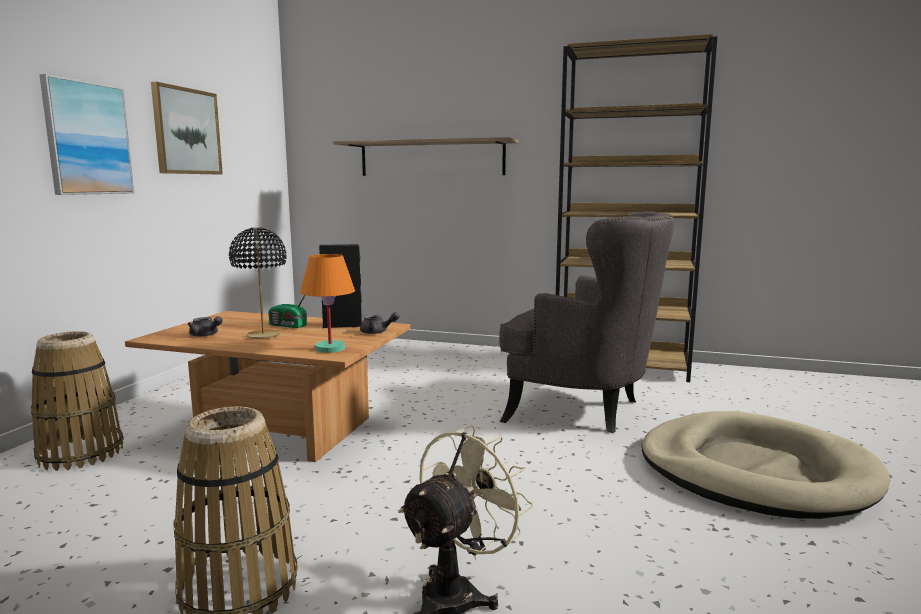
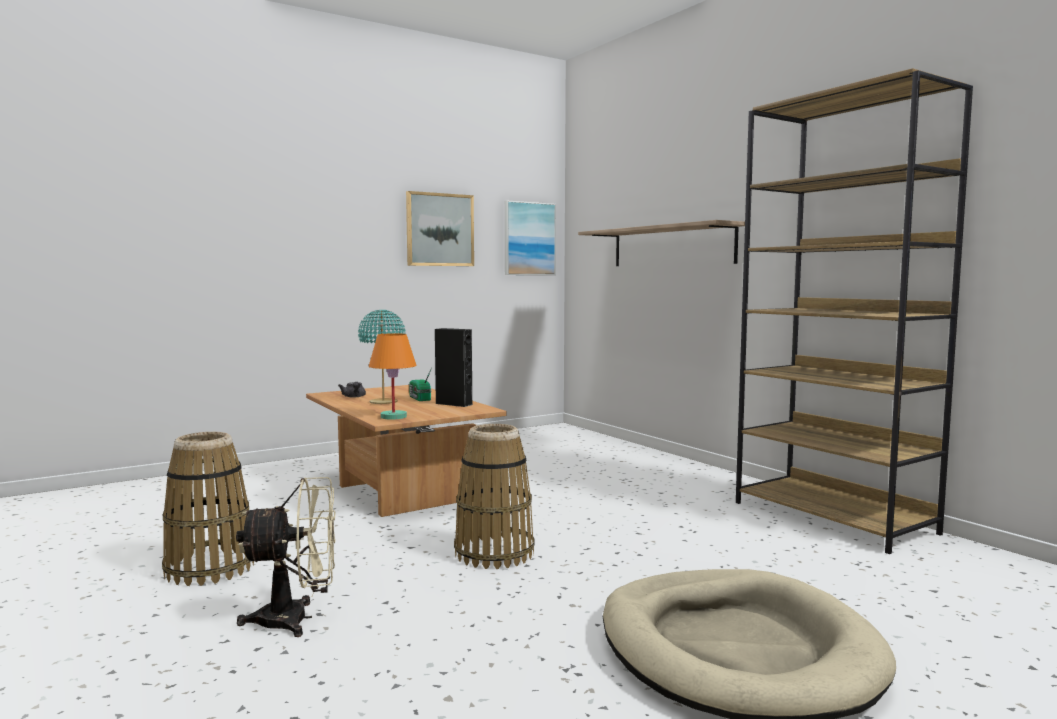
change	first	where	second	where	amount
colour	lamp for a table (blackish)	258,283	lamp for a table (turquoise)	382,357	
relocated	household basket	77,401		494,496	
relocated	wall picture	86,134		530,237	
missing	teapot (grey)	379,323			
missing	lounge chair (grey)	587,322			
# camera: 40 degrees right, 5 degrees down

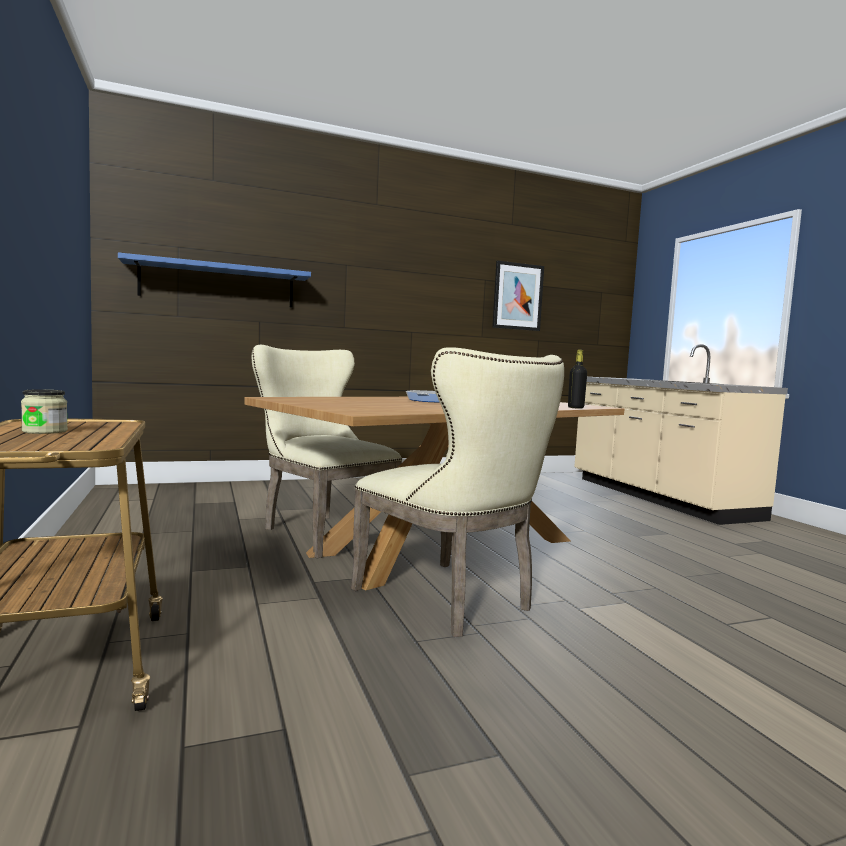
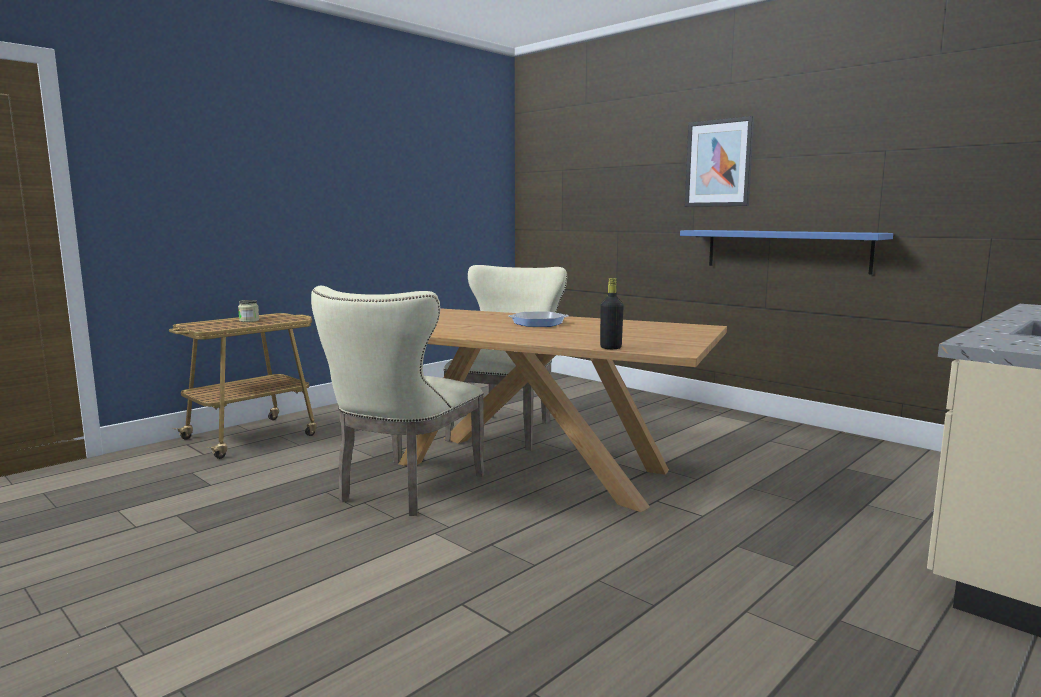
change	first	where	second	where	amount
relocated	wall shelf (blue)	214,280		786,252	
relocated	wall picture	518,296		719,161	
# camera: 65 degrees right, 5 degrees up

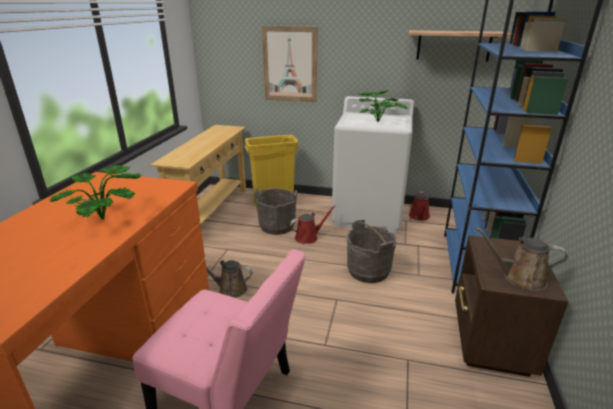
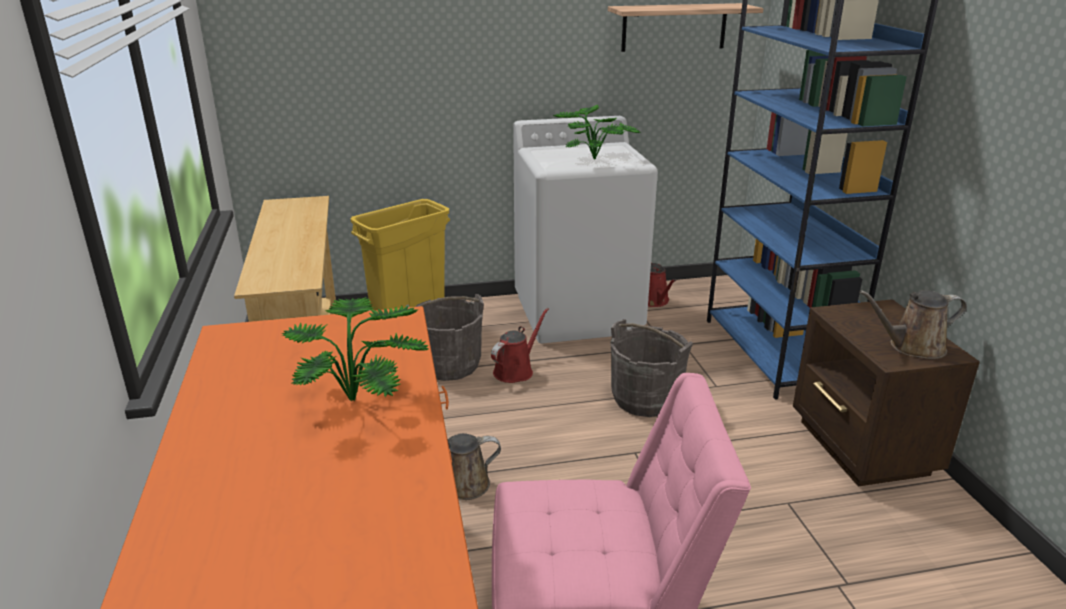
change	first	where	second	where	amount
missing	wall picture	290,64			
# camera: 25 degrees left, 0 degrees up

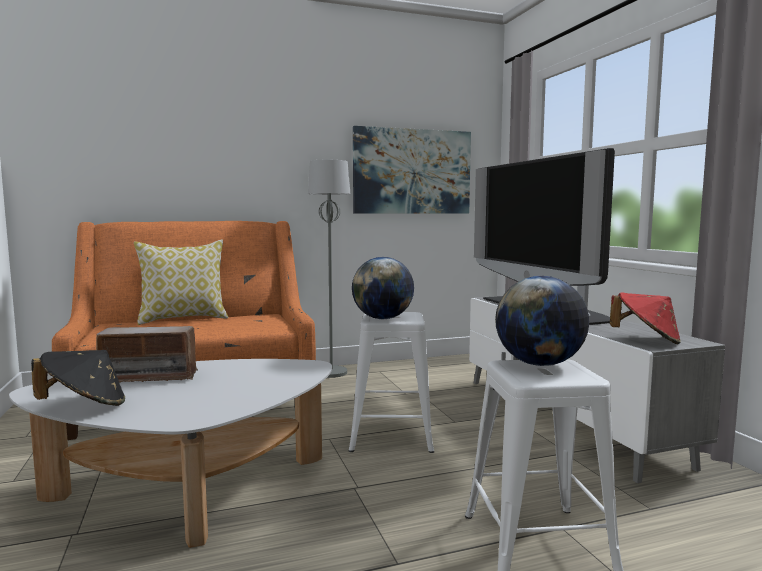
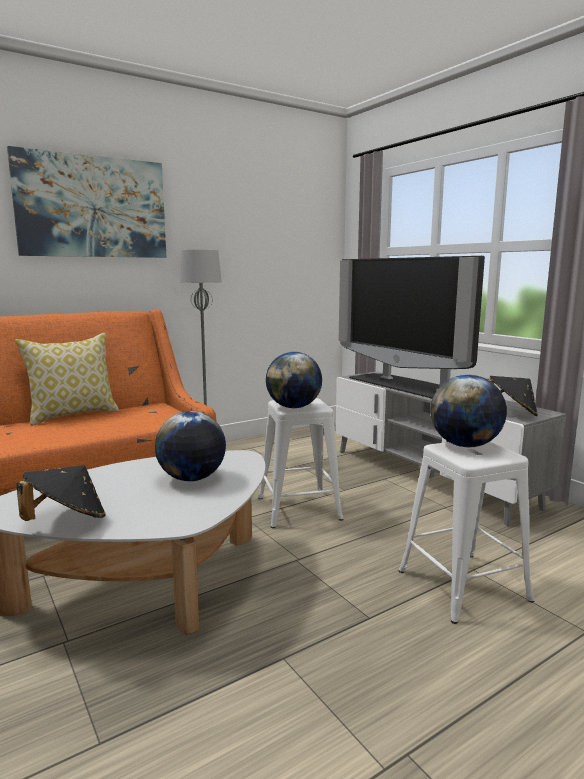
change	first	where	second	where	amount
relocated	wall picture	412,169		87,202	
appeared			desk globe	190,446	
colour	clothing hat (red-coloured)	645,318	clothing hat (blackish)	512,396	
missing	radio	147,354			
# camera: 15 degrees left, 5 degrees up

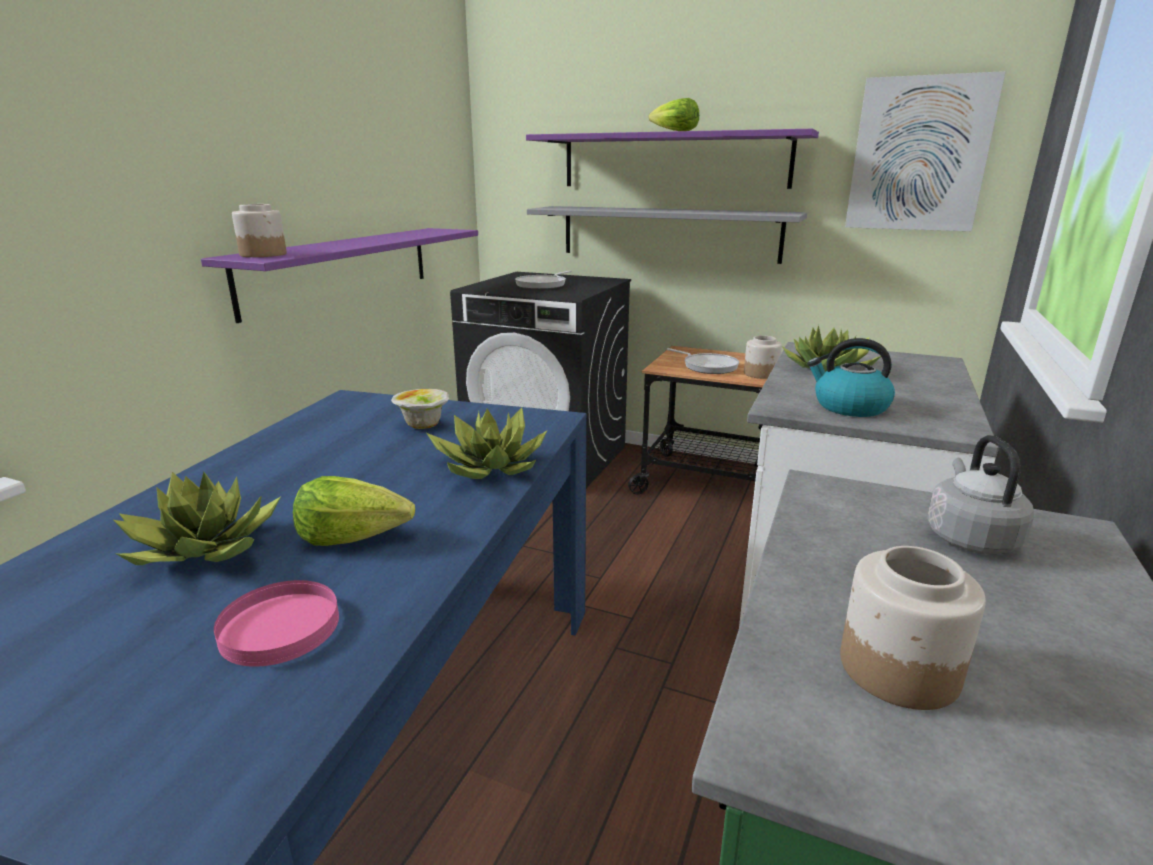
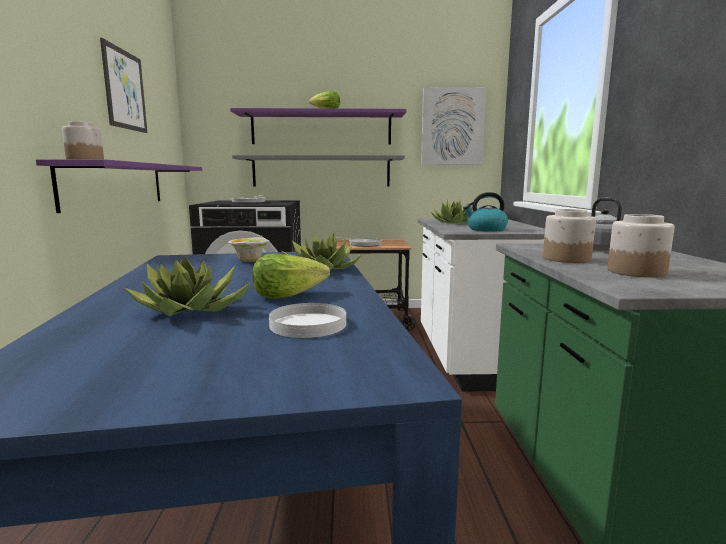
change	first	where	second	where	amount
appeared			wall picture	123,85	
colour	plate (pink-coloured)	276,623	plate (whitish)	307,320	
relocated	jar	763,357		569,236	
# camera: 25 degrees left, 10 degrees down

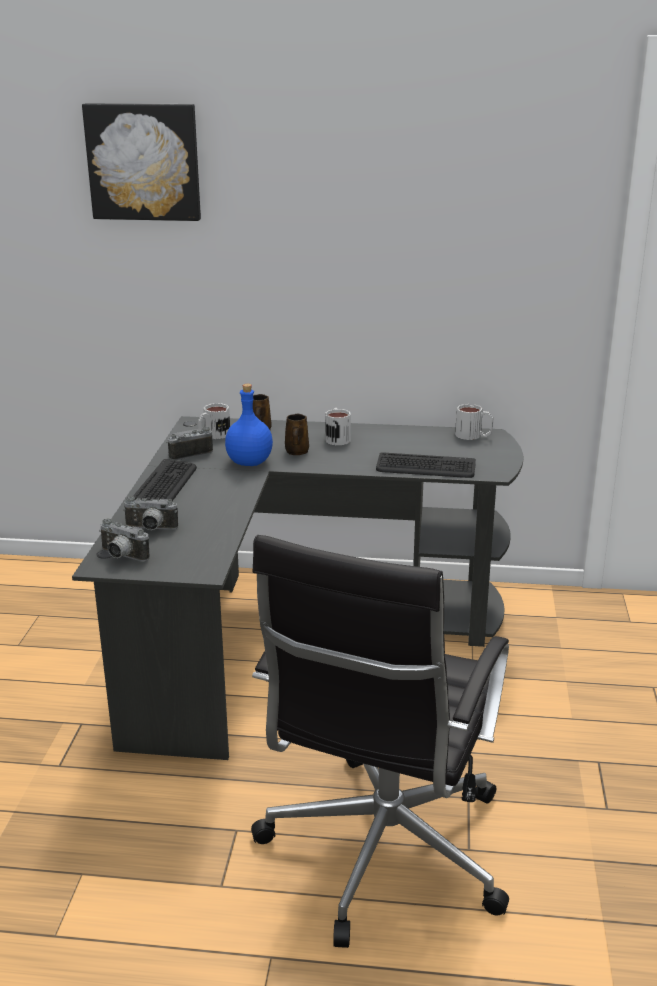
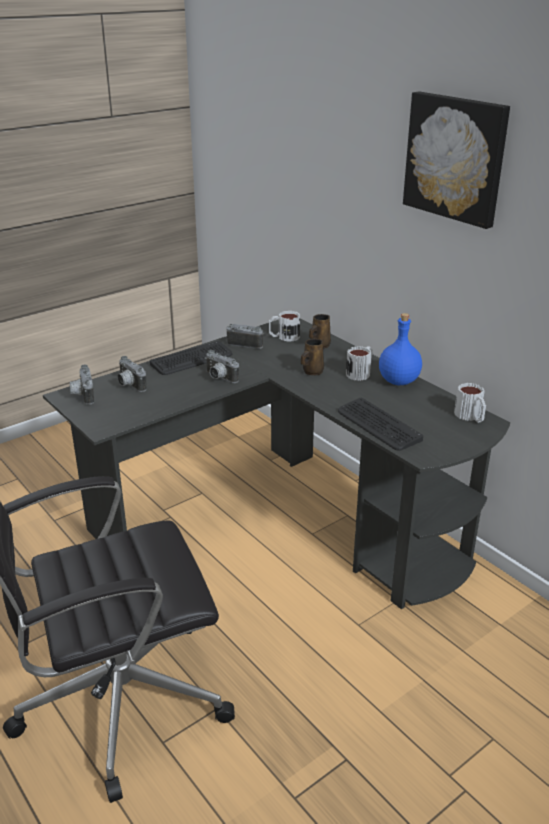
change	first	where	second	where	amount
appeared			photo camera	222,366	
relocated	drink bottle (blue)	249,425		400,349	
relocated	wall picture	141,162		456,160	
# camera: 45 degrees right, 5 degrees up

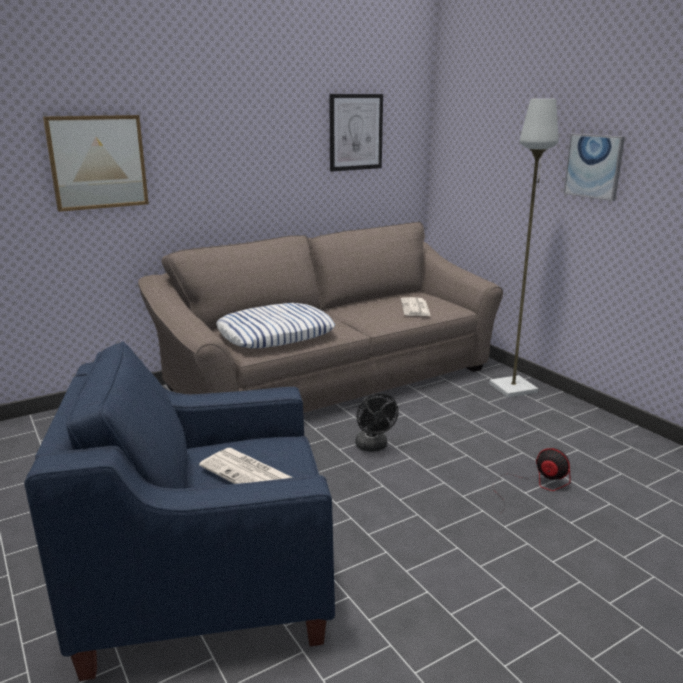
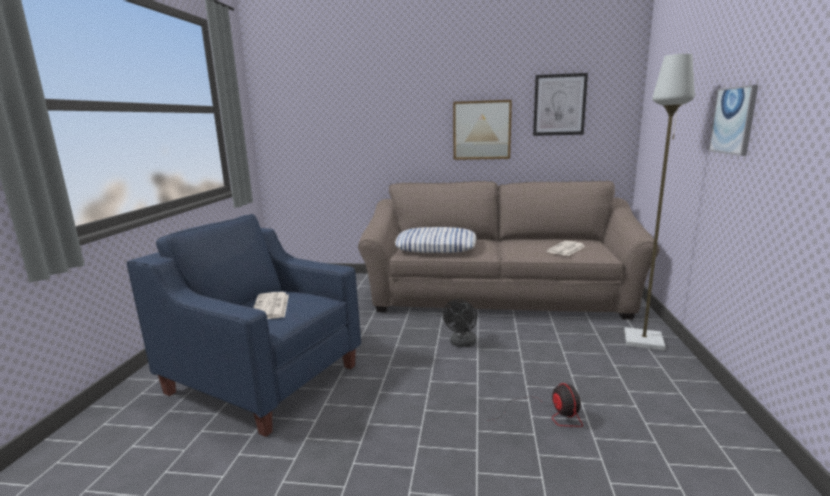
change	first	where	second	where	amount
relocated	wall picture	96,163		482,130	
# camera: 40 degrees right, 5 degrees down

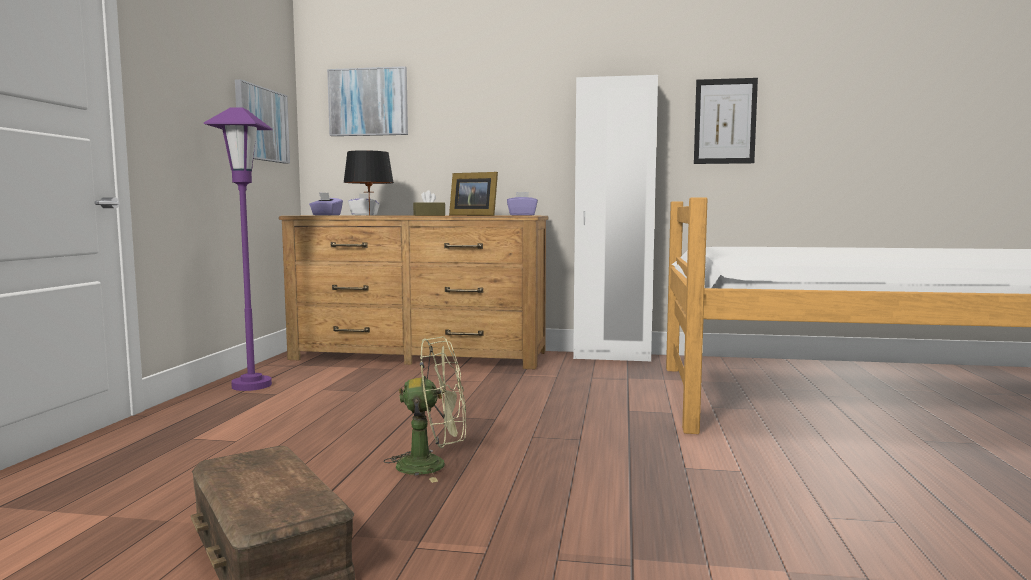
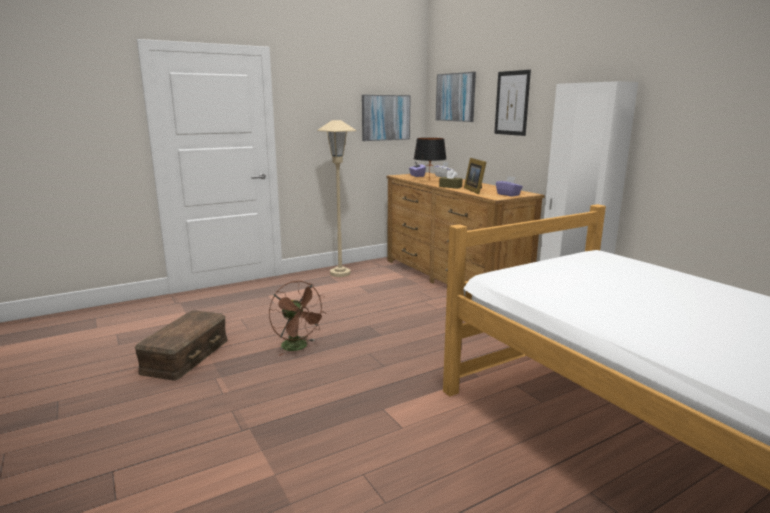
change	first	where	second	where	amount
colour	cooling fan (greenish)	425,410	cooling fan (brownish)	297,318	
colour	standard lamp (purplish)	238,249	standard lamp (beige-coloured)	336,198	
relocated	wall picture	726,121		512,103	
# camera: 50 degrees right, 10 degrees up

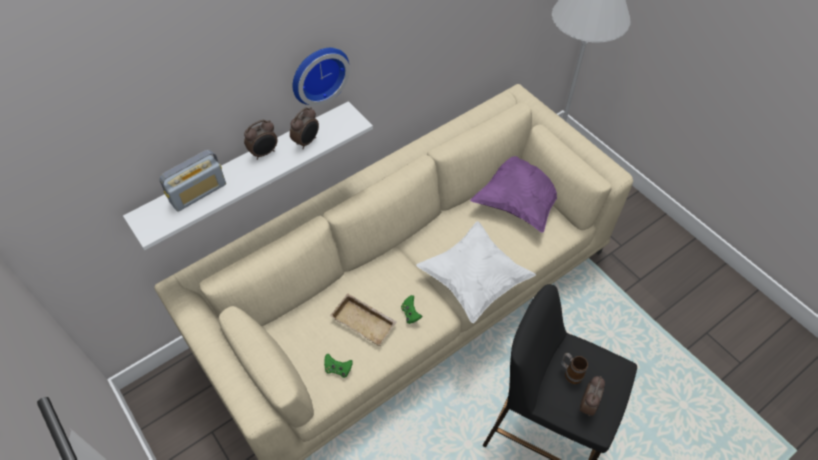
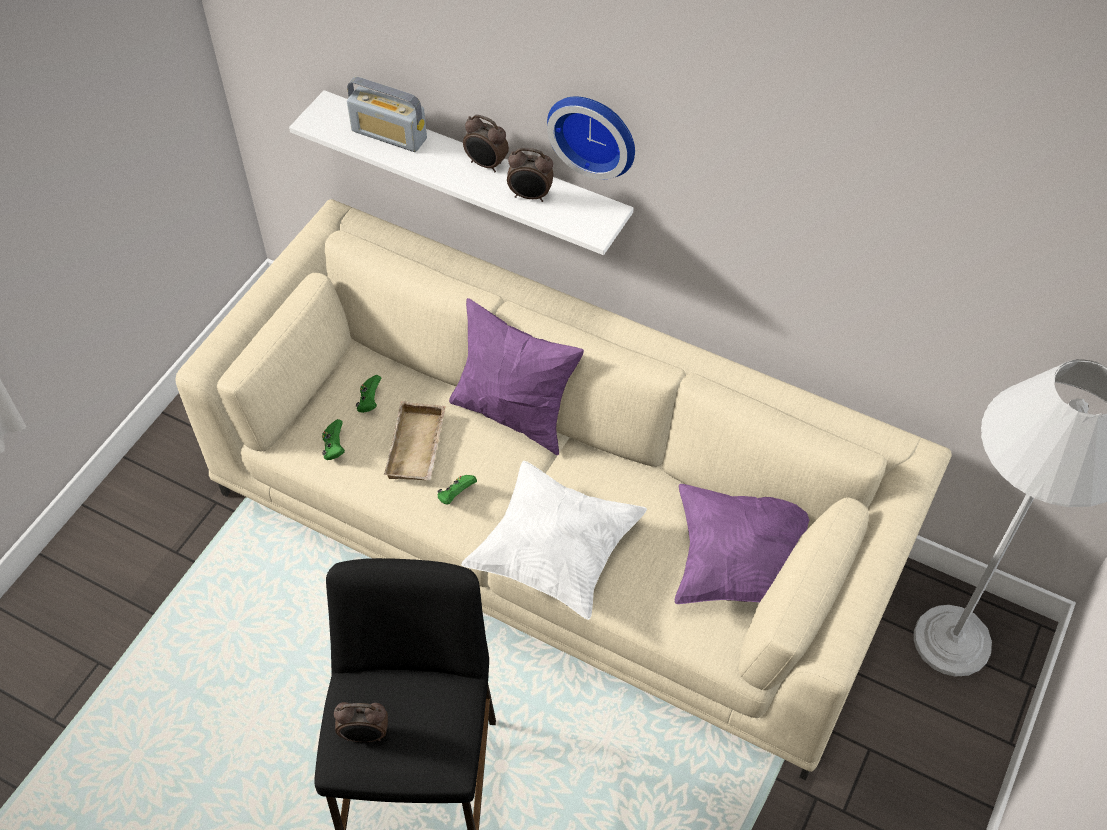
change	first	where	second	where	amount
appeared			game controller (greenish)	368,394	
appeared			throw pillow (purplish)	516,376	
missing	mug	574,368			
# camera: 65 degrees right, 0 degrees up

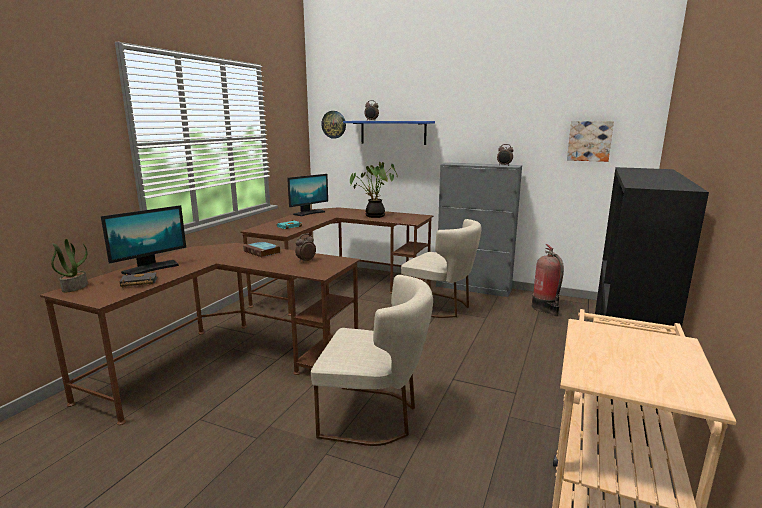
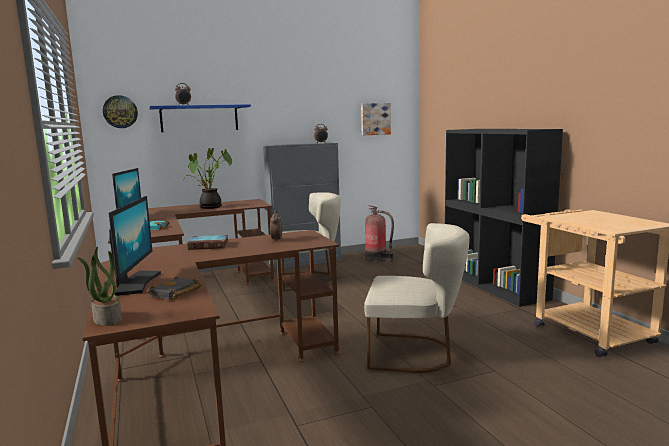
change	first	where	second	where	amount
spun	chair (beige-coloured)	372,360		417,298	45 degrees clockwise
# camera: 45 degrees left, 5 degrees down

